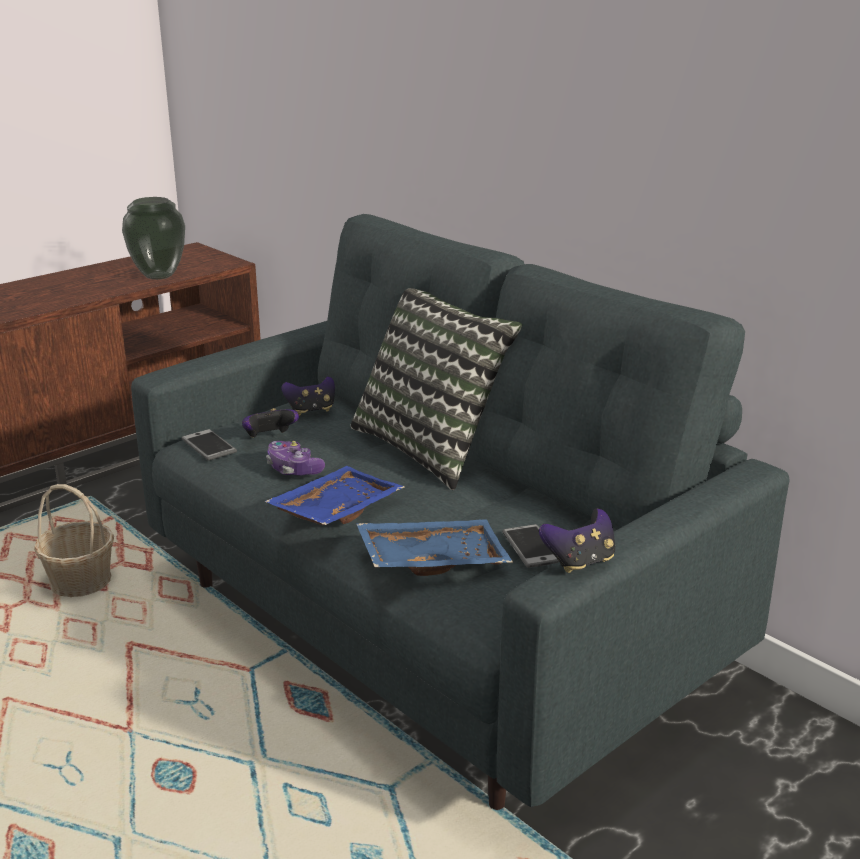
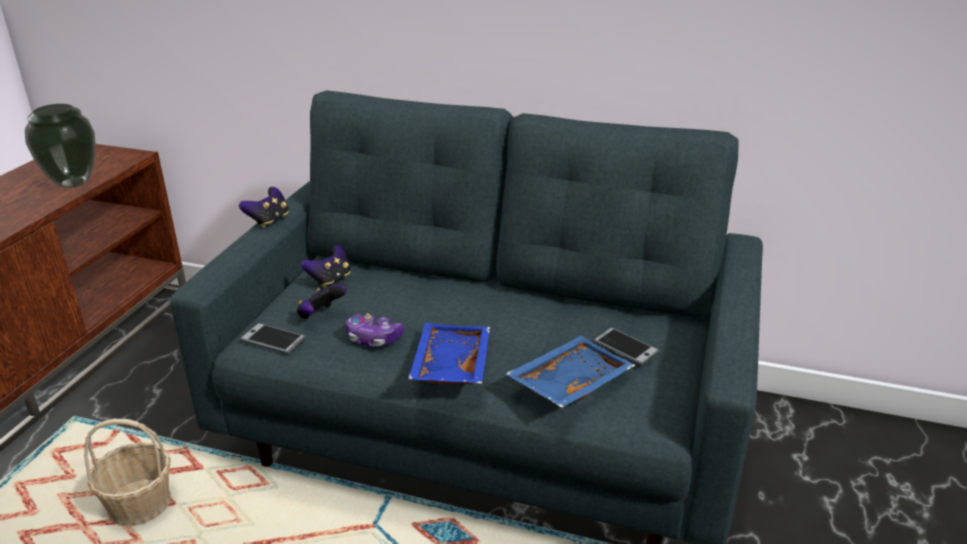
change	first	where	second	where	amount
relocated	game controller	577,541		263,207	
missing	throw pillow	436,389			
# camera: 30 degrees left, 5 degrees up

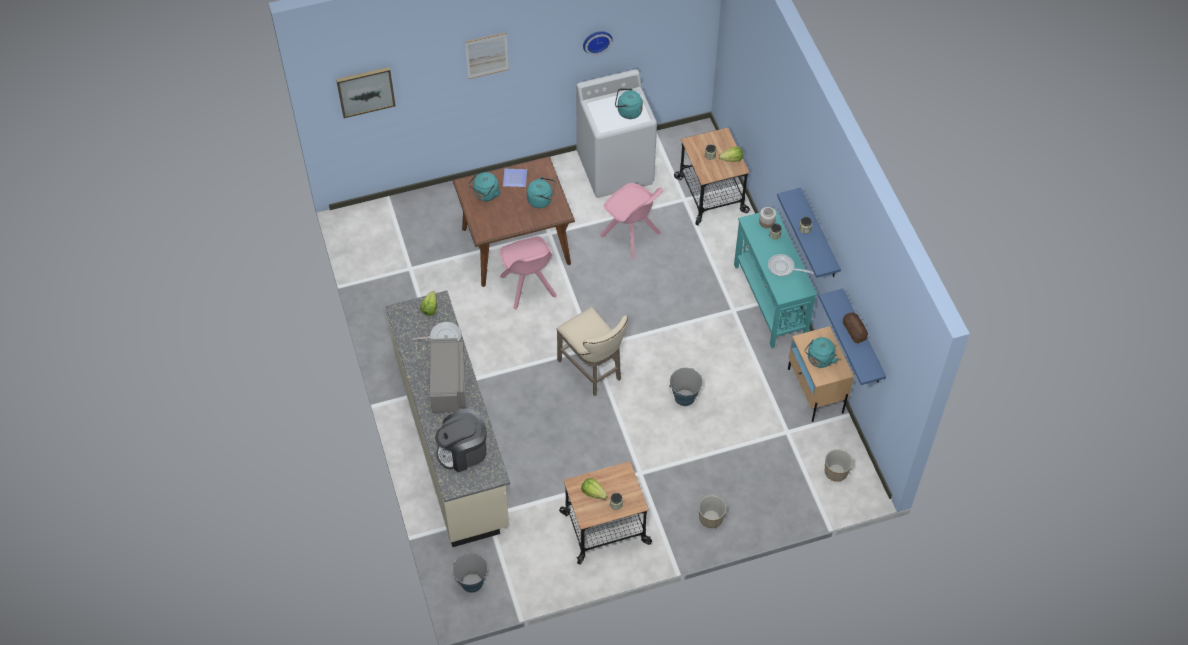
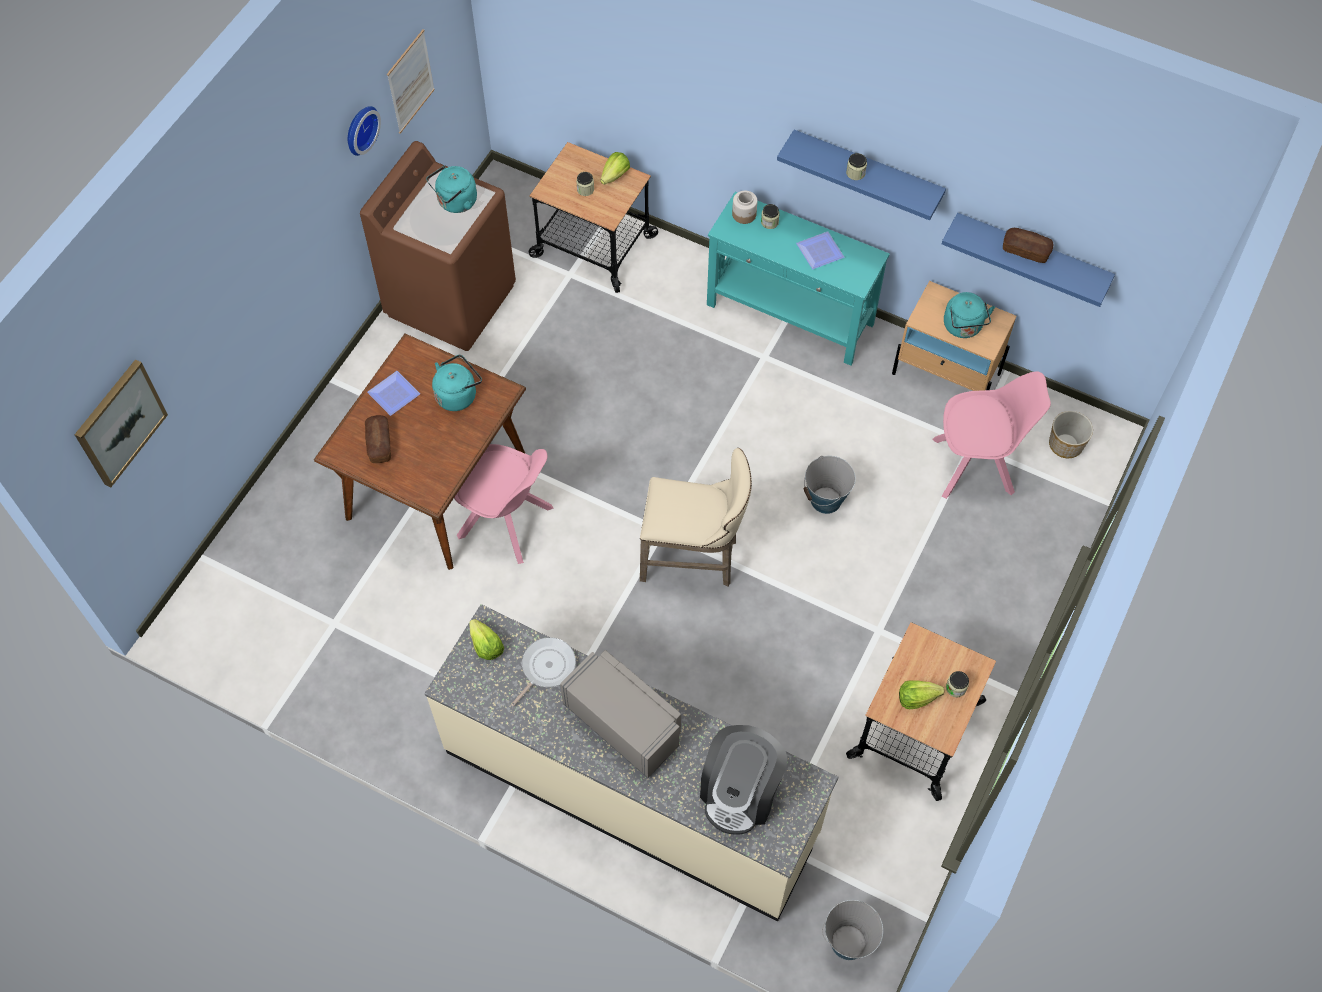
change	first	where	second	where	amount
colour	washing machine (whitish)	616,133	washing machine (brownish)	438,246	
exchanged	water kettle (turquoise)	484,186	baked bread	378,439	
relocated	wall picture	487,55		411,81	
exchanged	skillet	791,265	plate	820,250	
relocated	chair (pink-coloured)	631,221		991,435	
missing	flower pot	713,511			
# camera: 45 degrees left, 5 degrees up

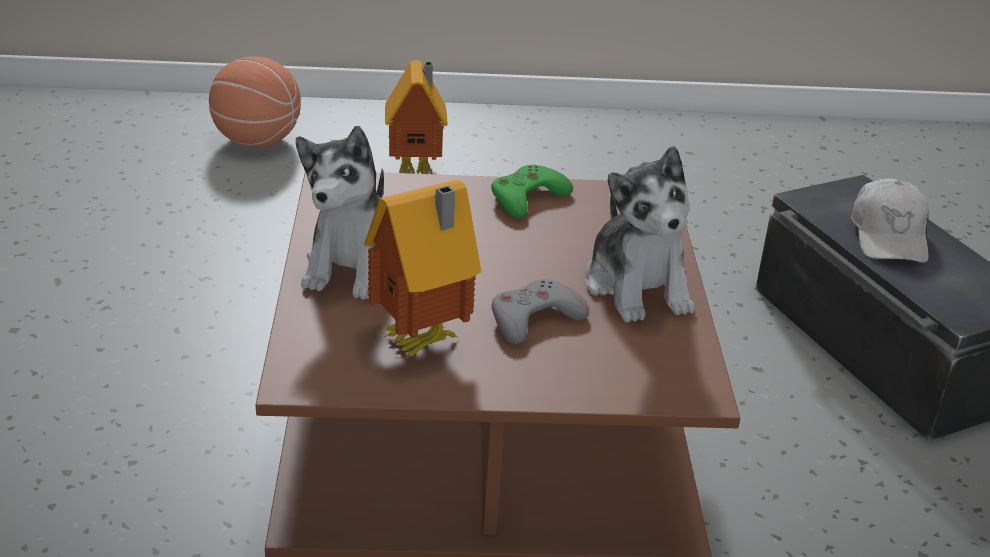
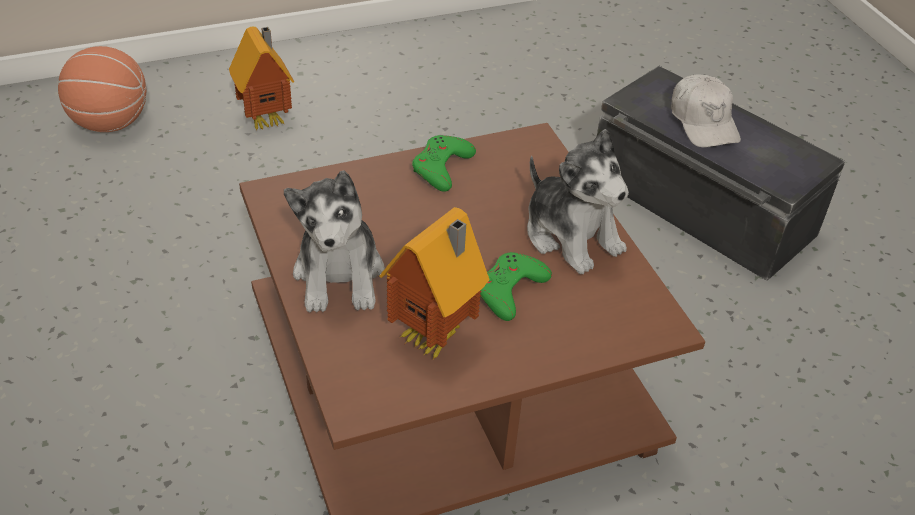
change	first	where	second	where	amount
colour	game controller (grey)	540,311	game controller (greenish)	516,286	
# camera: 20 degrees left, 10 degrees up

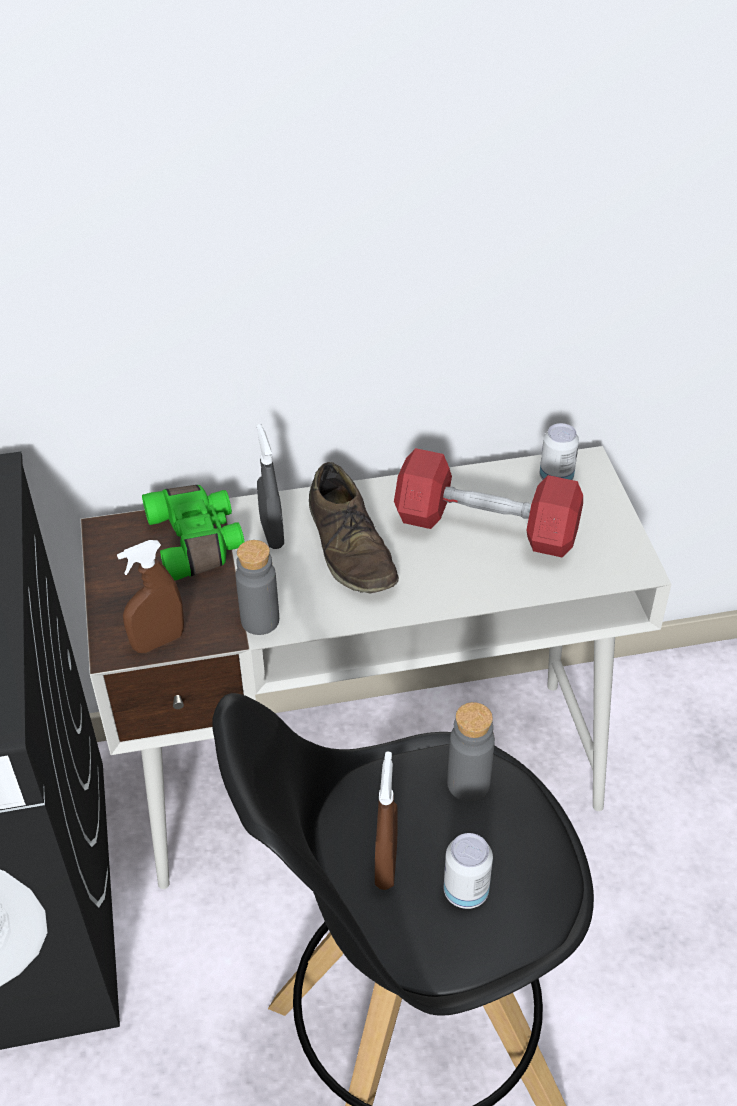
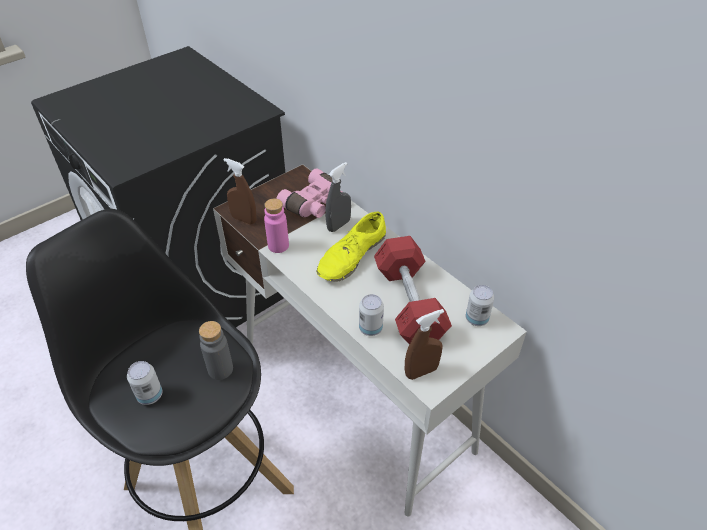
change	first	where	second	where	amount
colour	drink bottle (grey)	257,587	drink bottle (pink-coloured)	276,226	
colour	pair of binoculars (greenish)	193,533	pair of binoculars (pink-coloured)	309,193	
colour	low shoe (brownish)	354,528	low shoe (yellow)	351,247	
appeared			sealed can	371,315	
relocated	hand sprayer (brownish)	386,821		424,344	
# camera: 60 degrees right, 0 degrees up

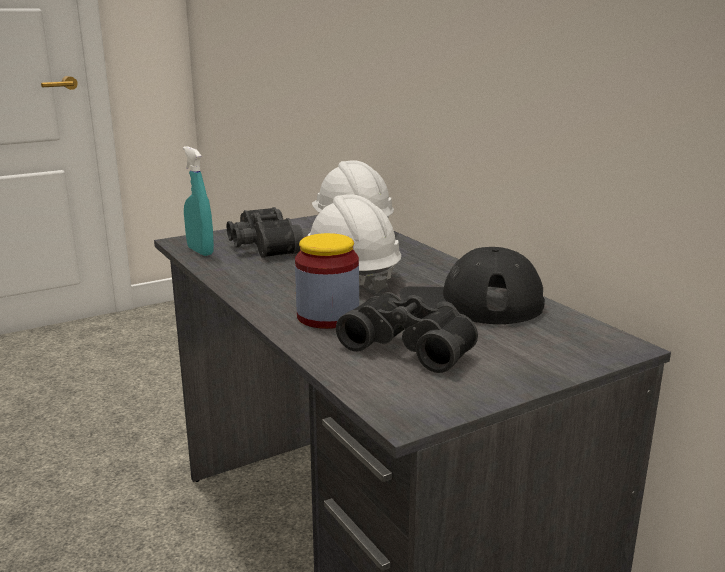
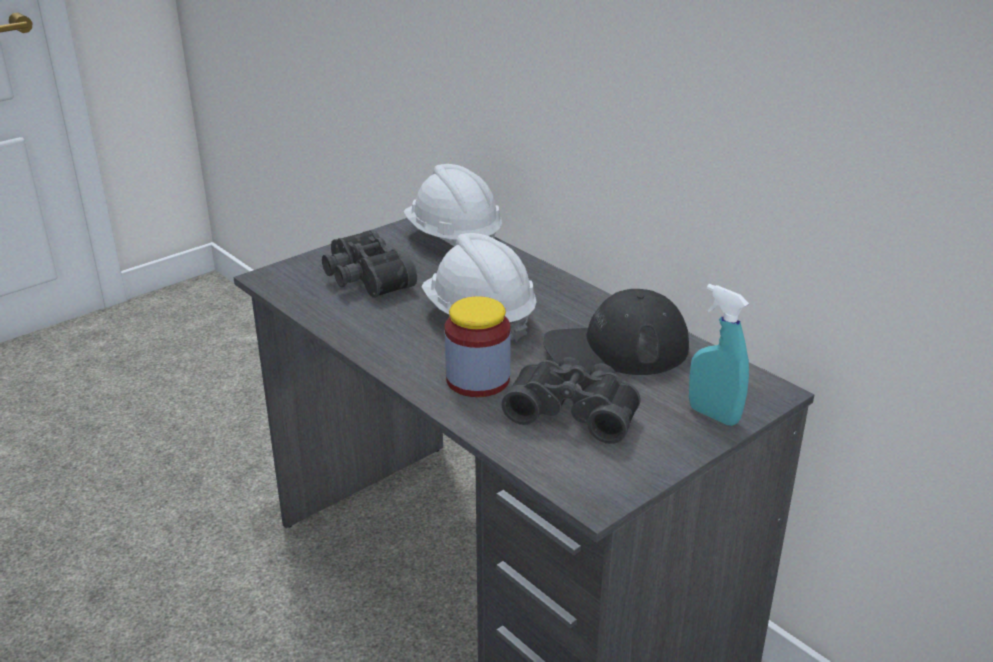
change	first	where	second	where	amount
relocated	hand sprayer (turquoise)	198,201		719,355	
# camera: 10 degrees left, 10 degrees up

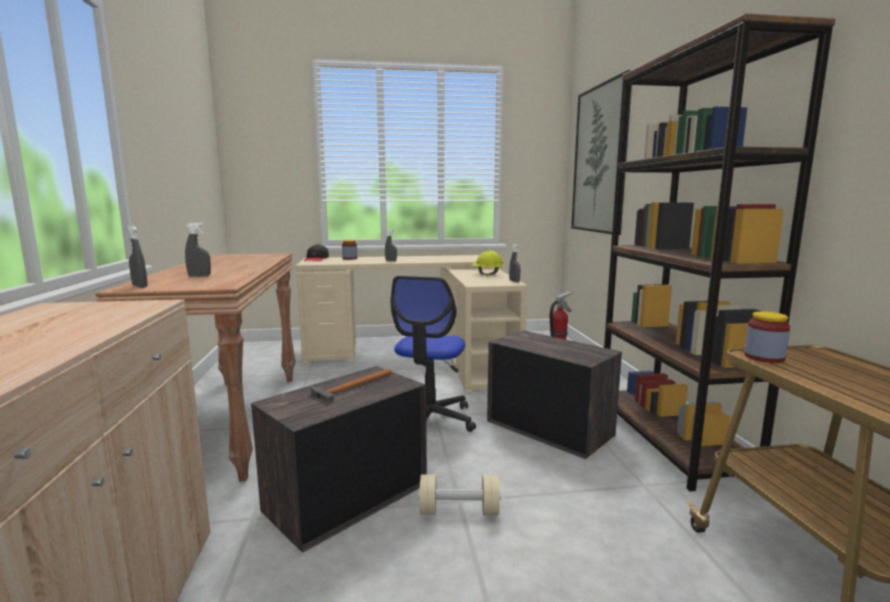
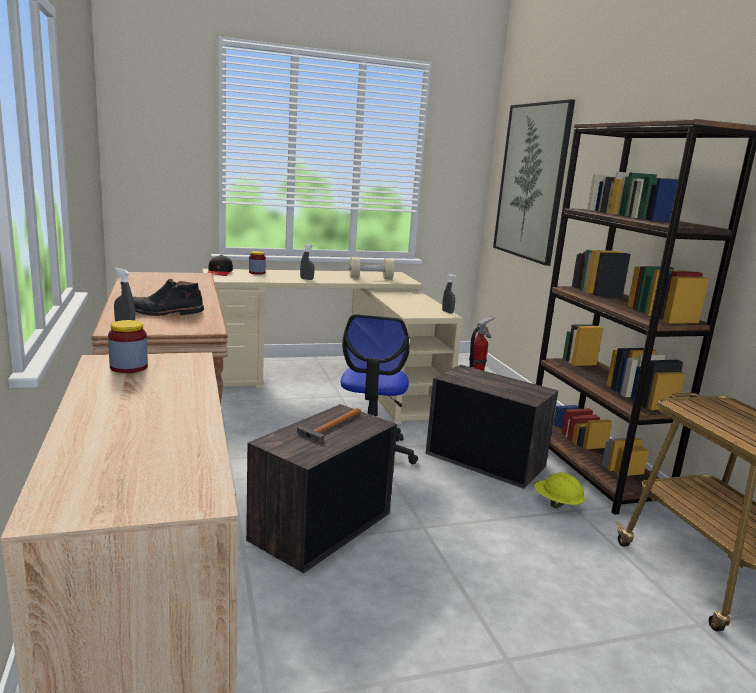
change	first	where	second	where	amount
relocated	jar	767,337		128,346	
exchanged	hand sprayer (grey)	198,250	tall boot (blackish)	168,297	
relocated	free weight (beige-coloured)	459,494		371,268	
relocated	hard hat (yellow)	488,263		559,490	
# camera: 10 degrees left, 5 degrees up

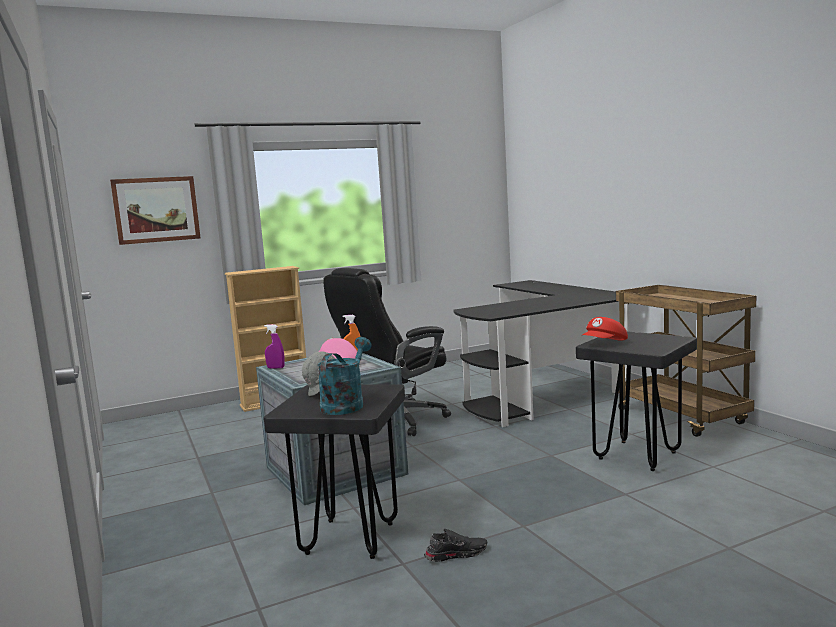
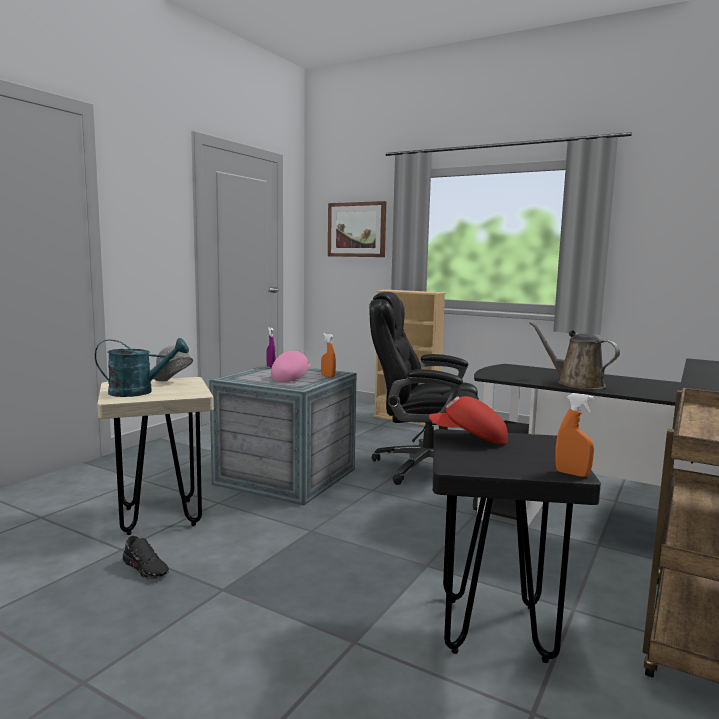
change	first	where	second	where	amount
colour	stool (blackish)	334,472	stool (beige-coloured)	155,456	
appeared			watering can (brownish)	574,355	
appeared			hand sprayer (orange)	574,435	
# camera: 55 degrees right, 0 degrees up

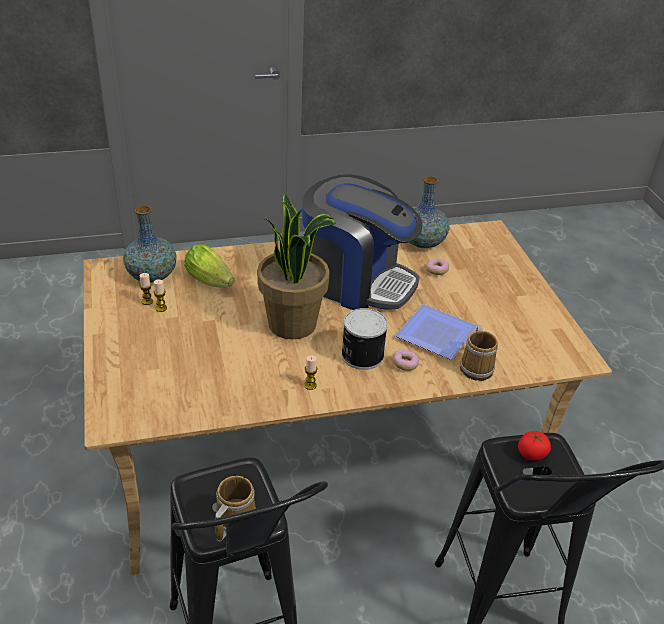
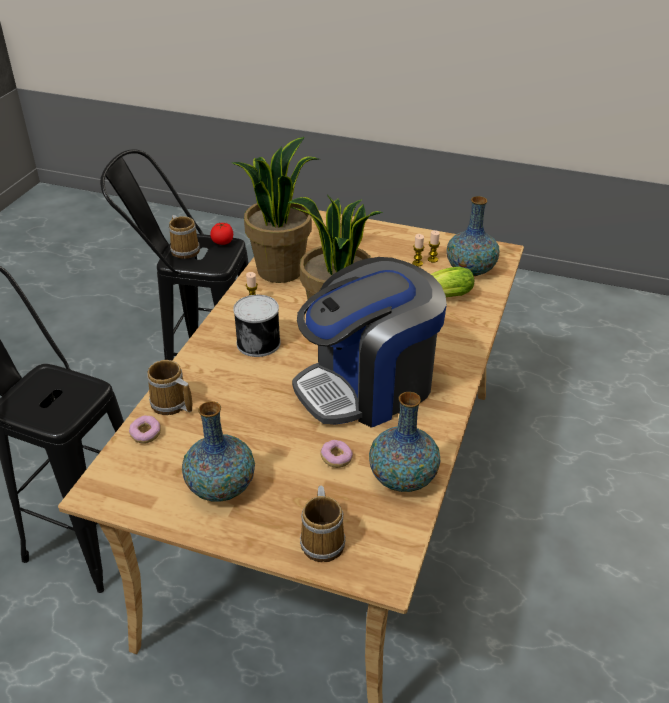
change	first	where	second	where	amount
relocated	ring doughnut	406,360		145,430	
appeared			decorative vase	218,451	
relocated	tomato	534,446		221,234	
appeared			plant in a pot	275,210	
appeared			mug	323,524	
missing	plate	436,332			
# camera: 125 degrees right, 0 degrees up

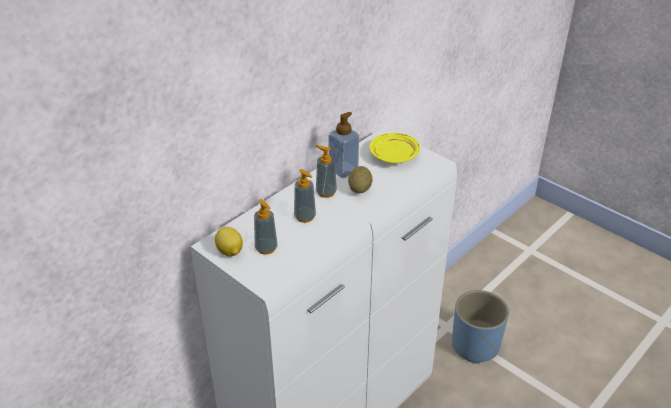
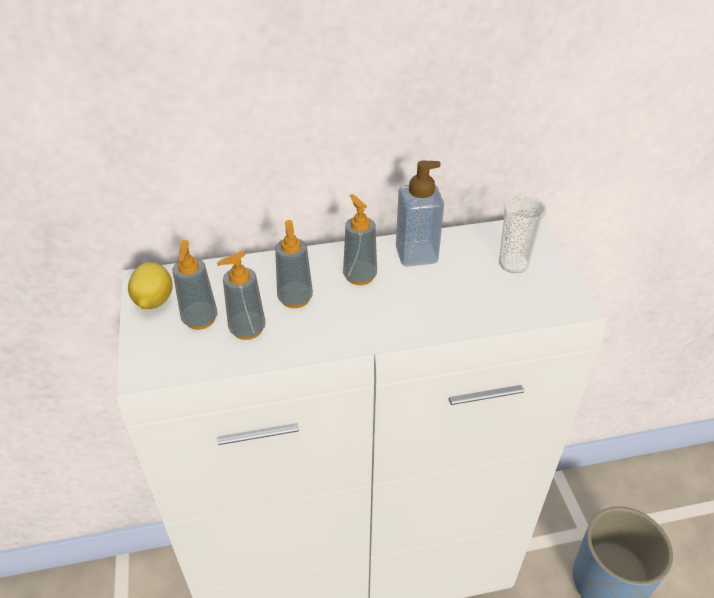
change	first	where	second	where	amount
appeared			soap bottle	240,295	
exchanged	plate (yellow)	394,148	small cup	523,234	
missing	potato	360,179			
# camera: 35 degrees right, 5 degrees up

